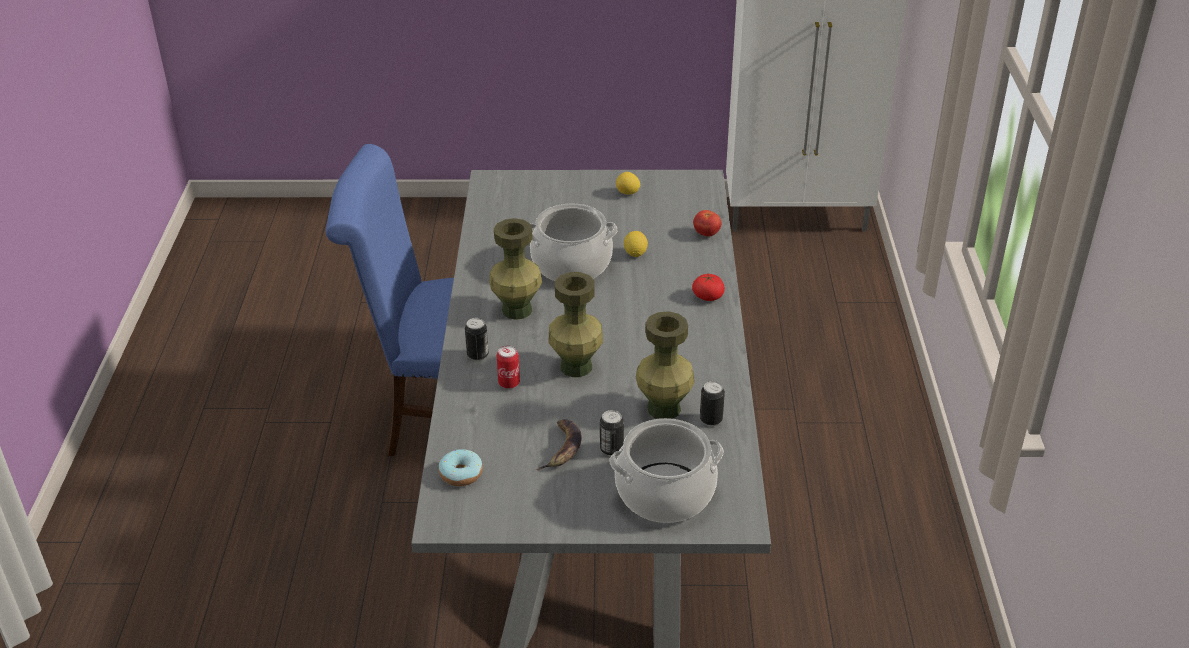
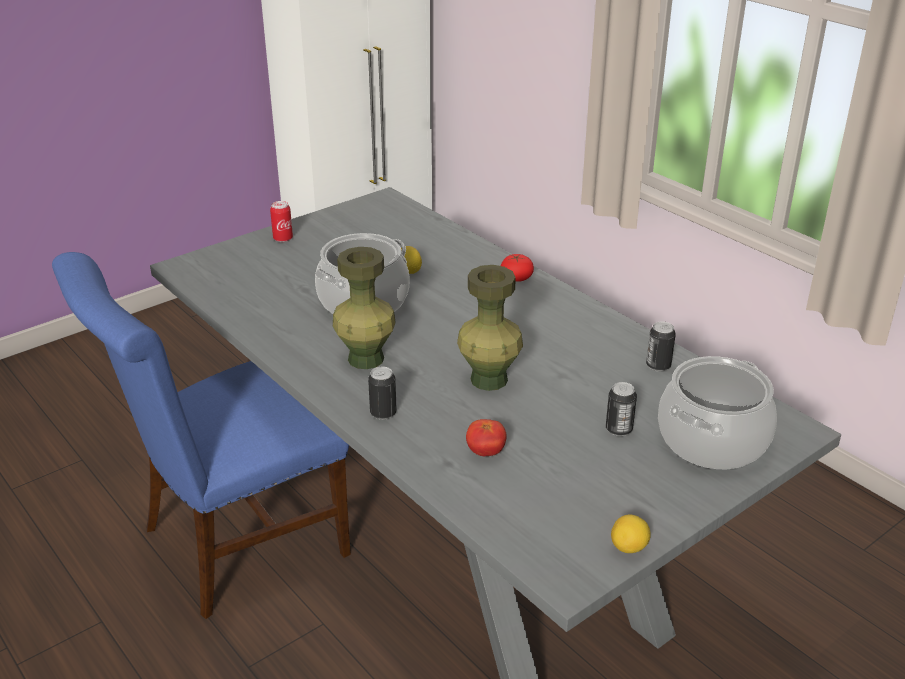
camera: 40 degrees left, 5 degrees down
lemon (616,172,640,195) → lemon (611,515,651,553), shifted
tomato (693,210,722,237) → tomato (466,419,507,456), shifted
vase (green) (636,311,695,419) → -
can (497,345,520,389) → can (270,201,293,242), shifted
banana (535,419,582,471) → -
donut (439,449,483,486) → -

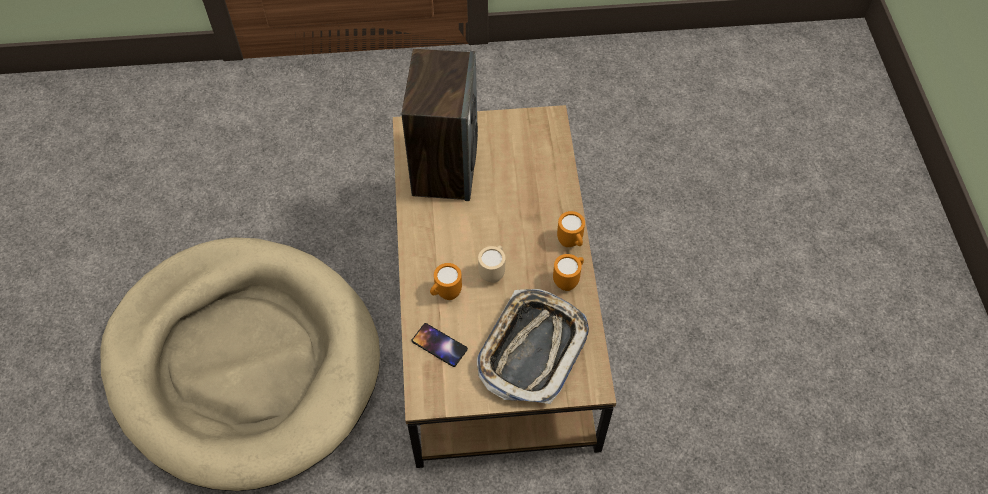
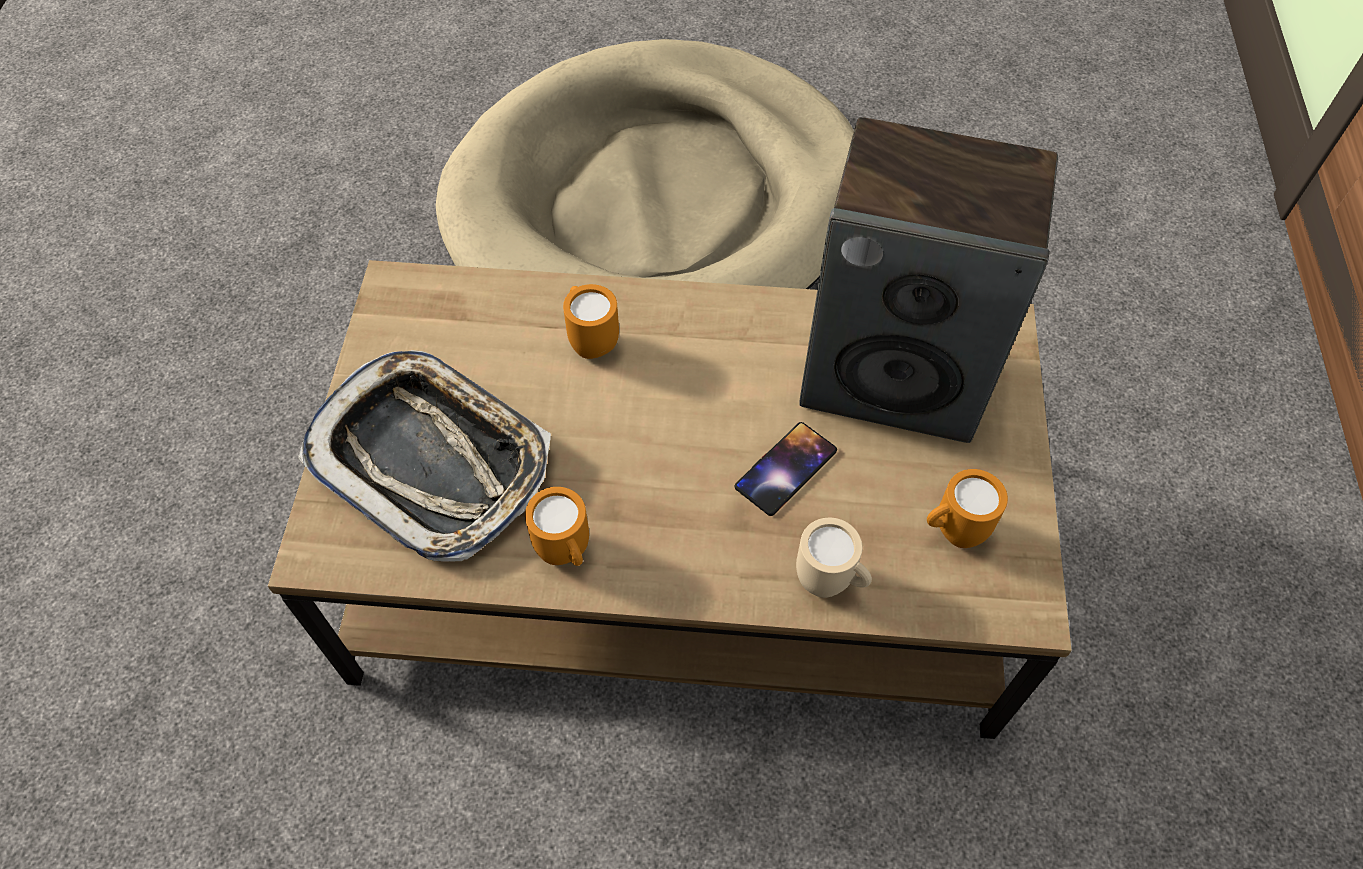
camera: 100 degrees right, 0 degrees up
mug (orange) (557,211,585,247) → mug (orange) (927,469,1008,548), shifted
mug (beige) (478,245,505,283) → mug (beige) (796,518,872,598), shifted
phone (411,323,468,367) → phone (735,422,837,516), shifted

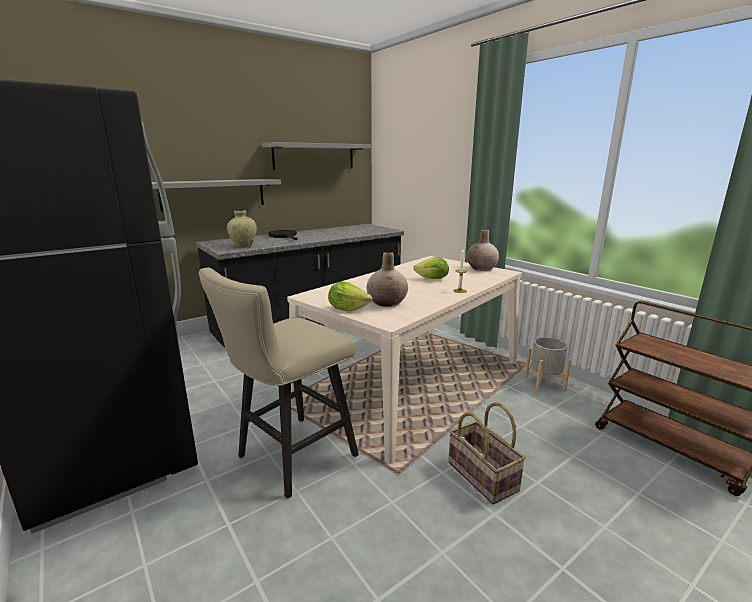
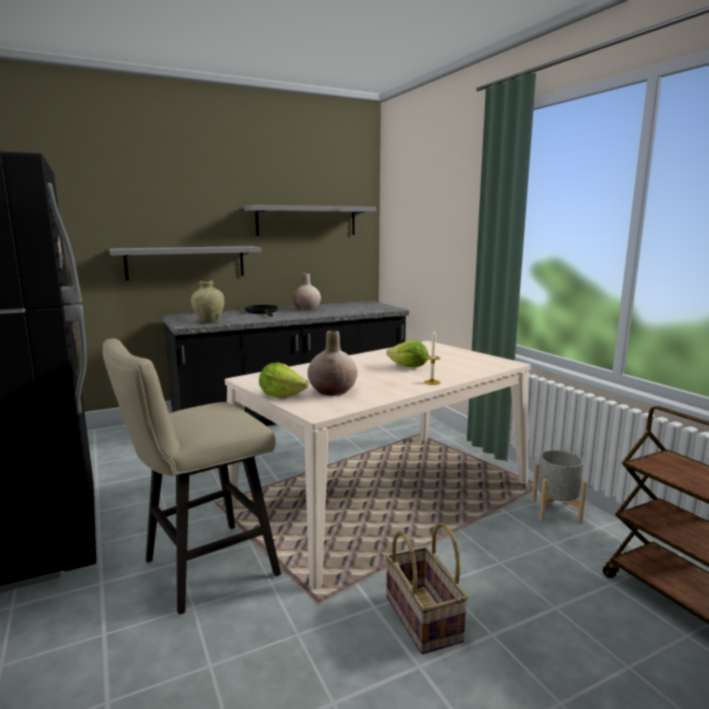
camera: 10 degrees right, 5 degrees down
vase (beige) (467,229,499,271) → vase (beige) (292,273,321,311), shifted

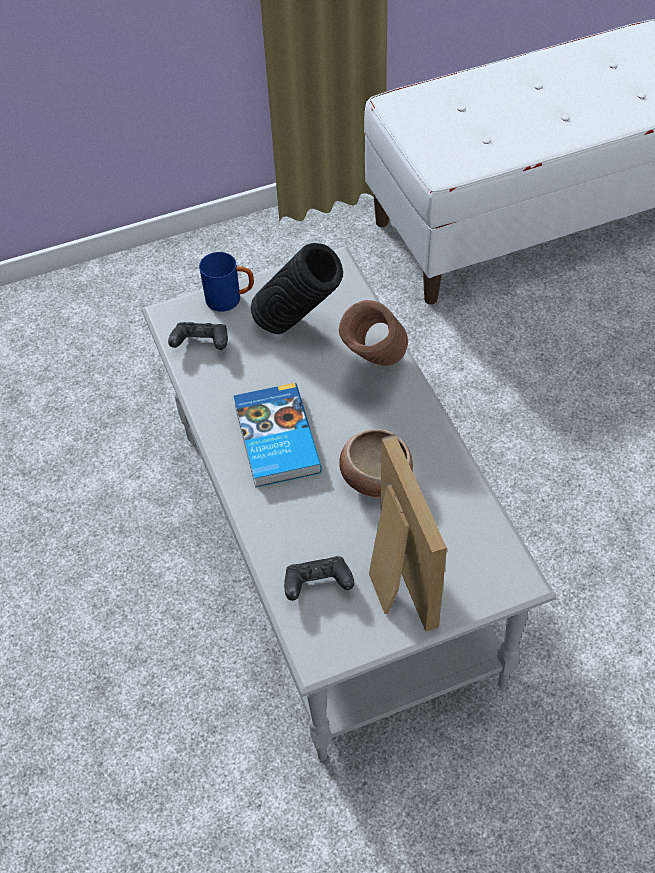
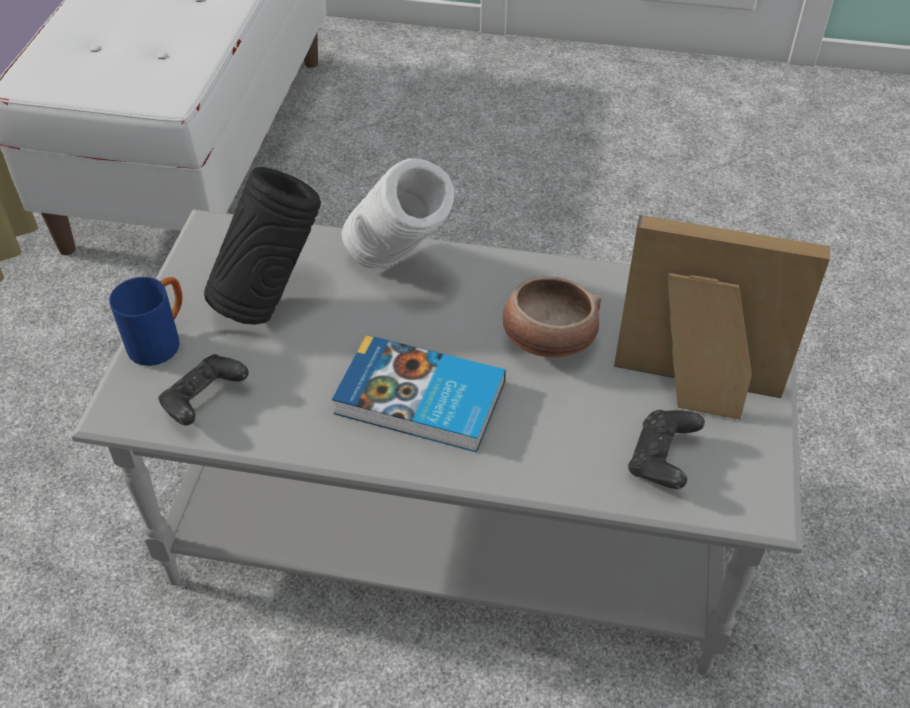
camera: 60 degrees left, 5 degrees down
vase (brown) (339,300,408,366) → vase (white) (342,158,454,268)

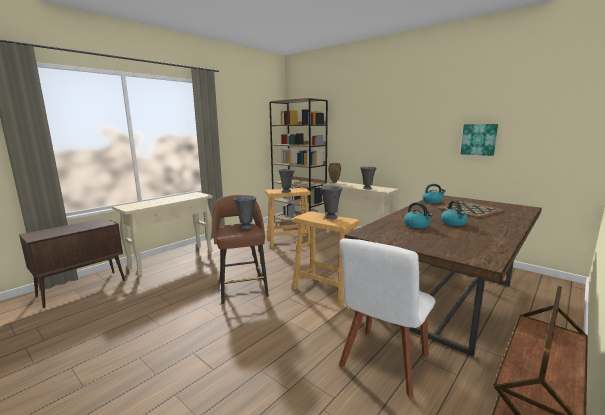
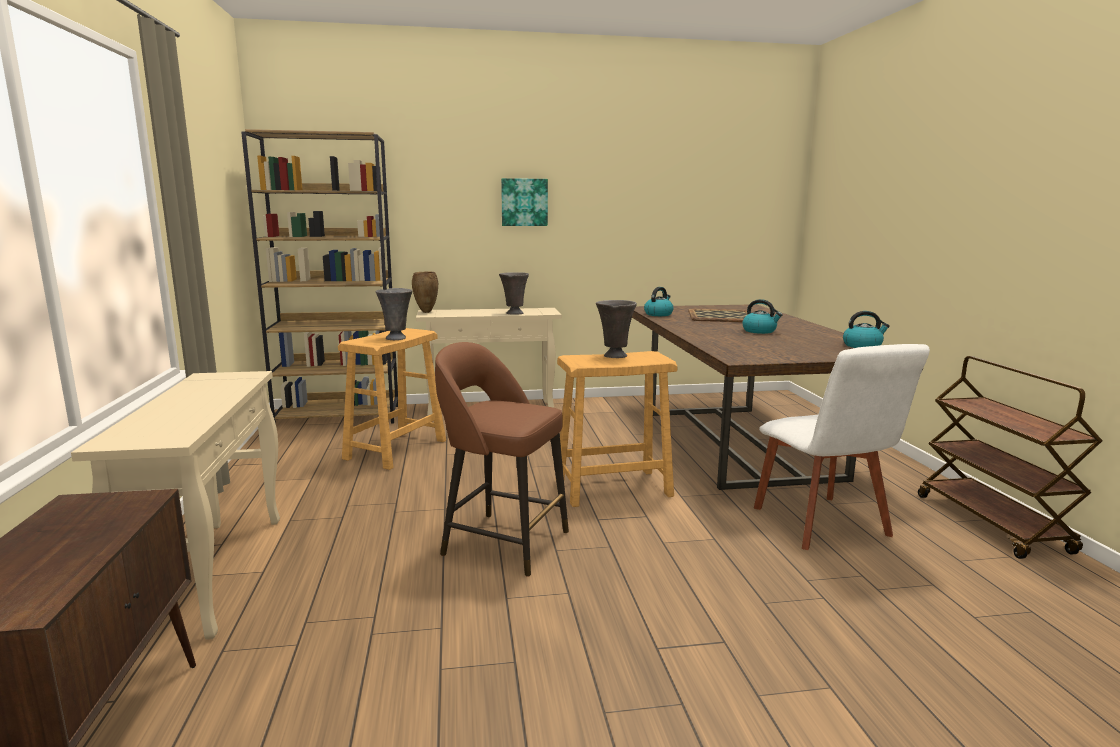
camera: 50 degrees left, 0 degrees up
picture (461,124,498,156) → picture (501,178,548,226), shifted
vase (grey) (234,195,257,229) → -
kettle (404,202,433,228) → kettle (843,311,890,348), shifted

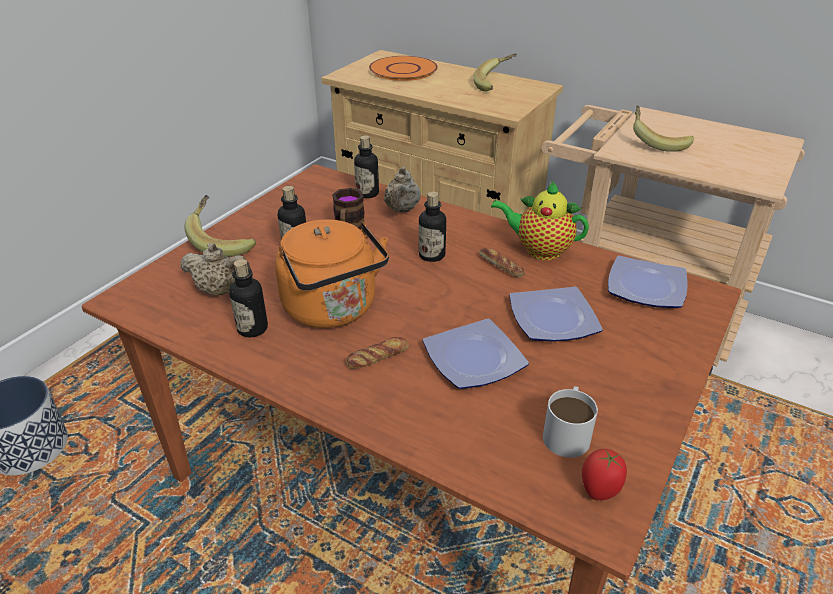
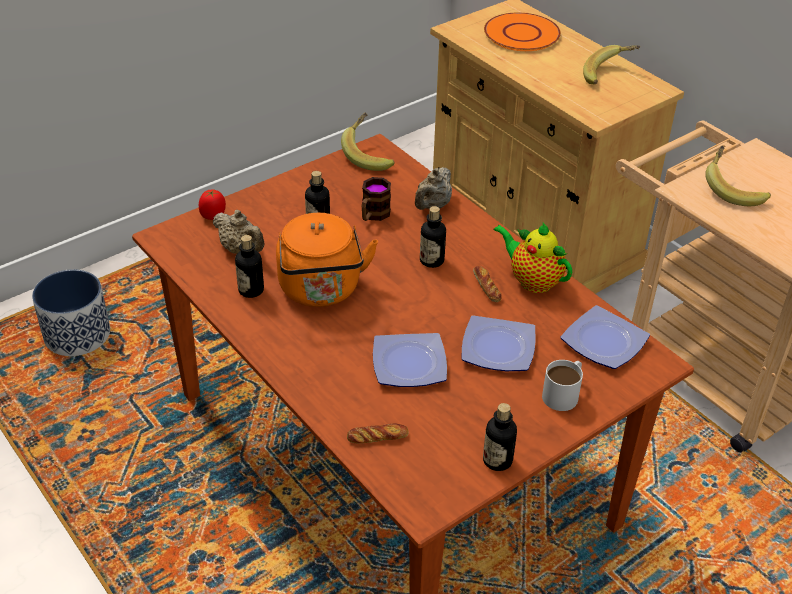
camera: 20 degrees right, 5 degrees up
bottle (354,136,379,198) → bottle (483,403,517,471), shifted
banana (184,195,256,257) → banana (341,113,395,171), shifted
bread (346,337,409,369) → bread (347,423,409,443), shifted
mug (white) (543,386,598,458) → mug (white) (542,360,583,411), shifted
tomato (582,449,627,500) → tomato (199,189,226,220), shifted

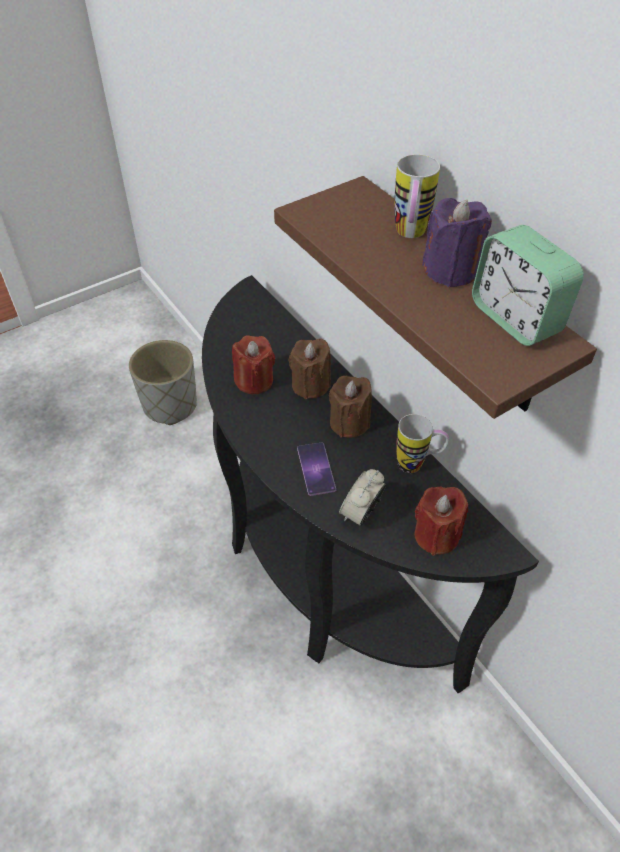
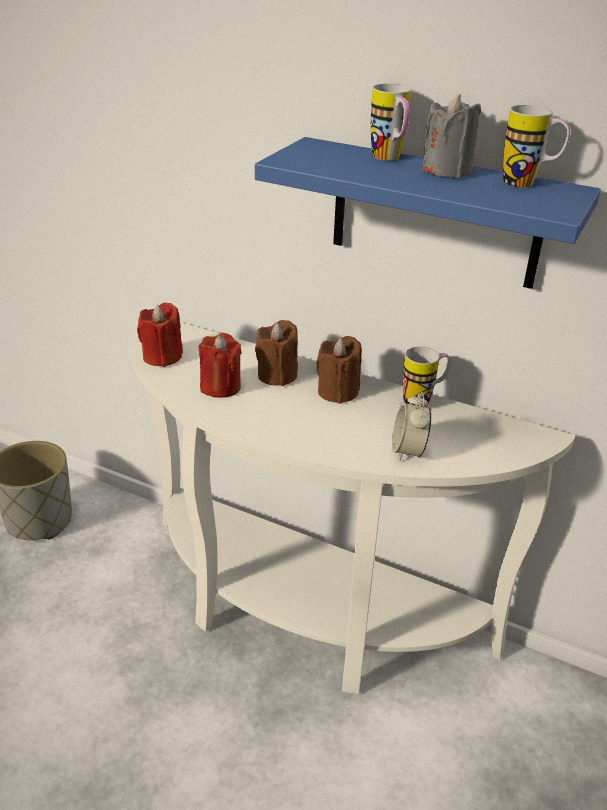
camera: 30 degrees left, 15 degrees down
shelf (brown) (274,176,597,419) → shelf (blue) (255,137,601,289)
candle (purple) (422,198,492,287) → candle (grey) (422,94,481,178)
alarm clock (472,225,584,346) → mug (503,105,570,187)
console table (black) (202,275,539,694) → console table (white) (129,318,575,694)
phone (297,442,336,496) → -
candle (red) (414,487,468,556) → candle (red) (137,303,183,367), shifted

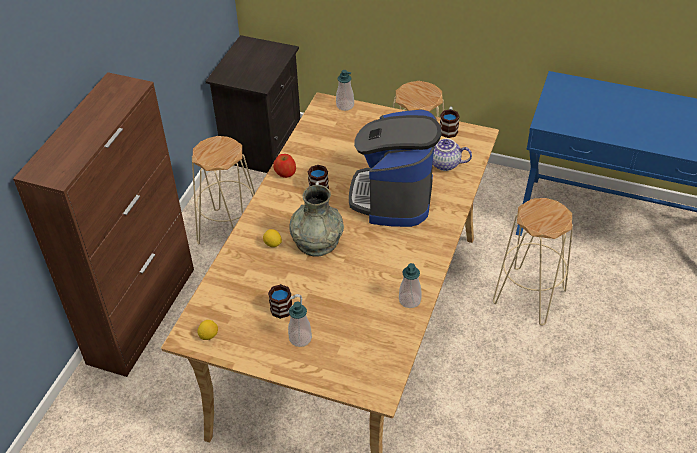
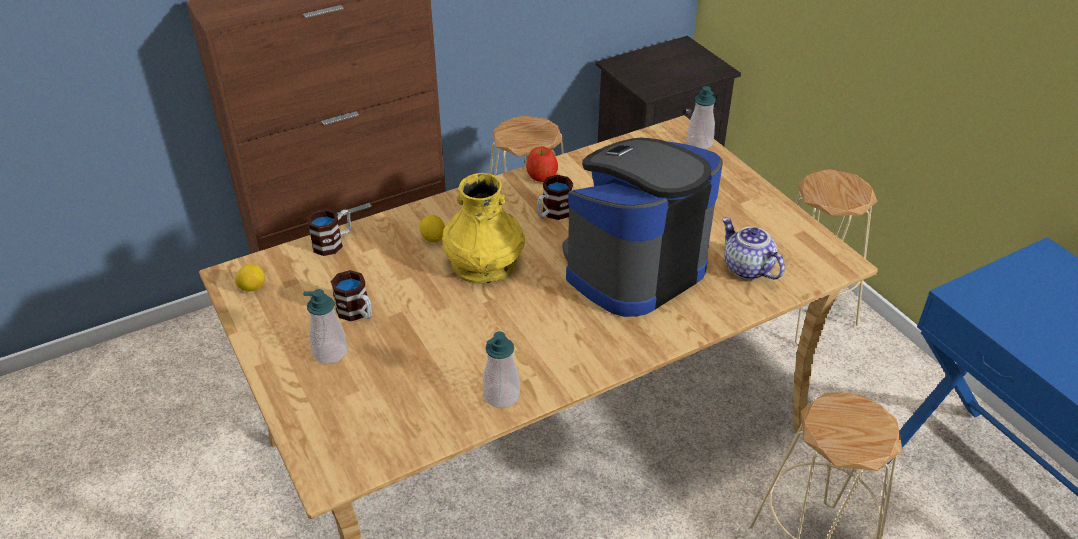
camera: 40 degrees right, 5 degrees down
mug (440,107,460,138) → mug (307,209,351,256), shifted
vase (grey) (289,185,344,257) → vase (yellow) (442,173,525,284)

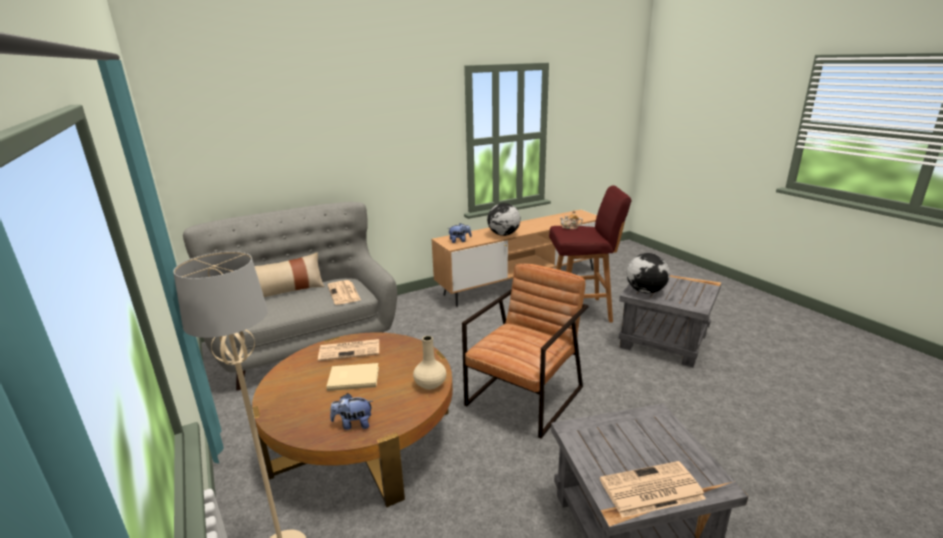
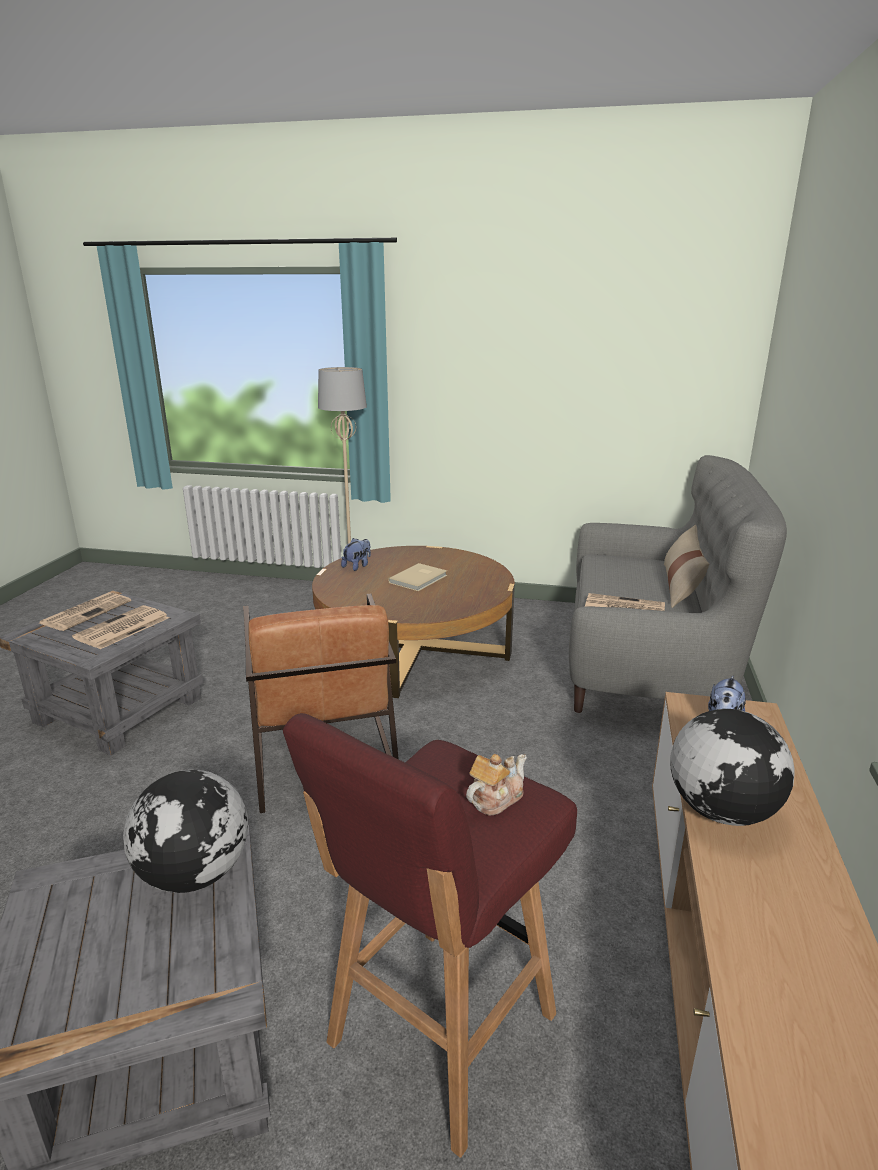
camera: 130 degrees right, 0 degrees up
vase (beige) (413,336,446,390) → -
newspaper (318,339,379,361) → newspaper (72,605,169,649), shifted

